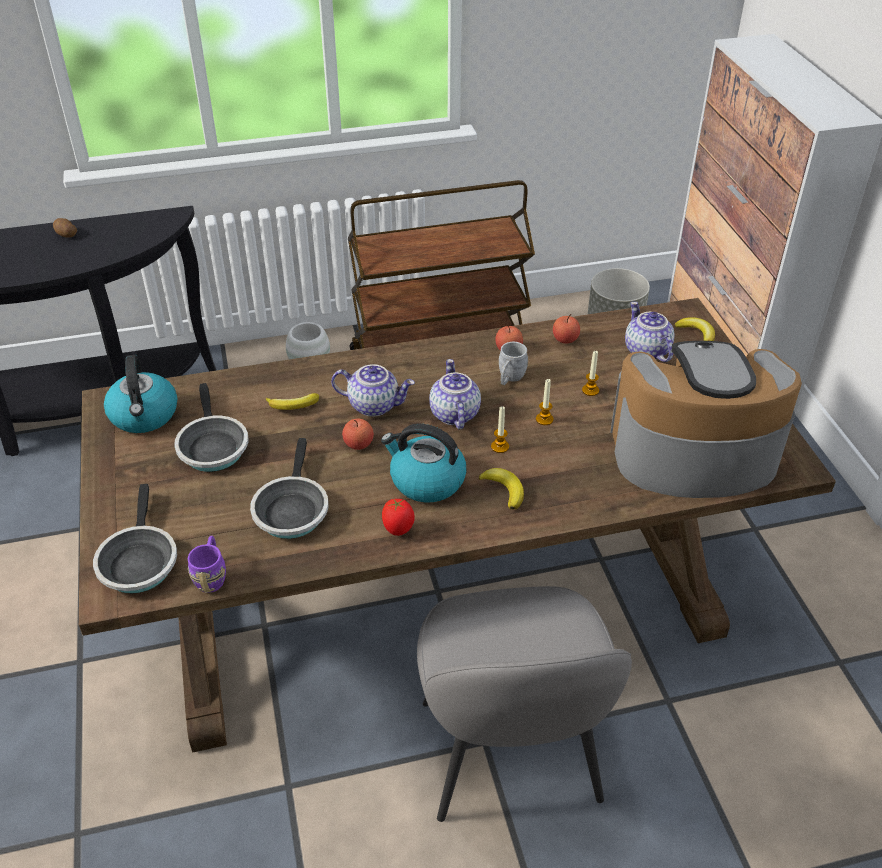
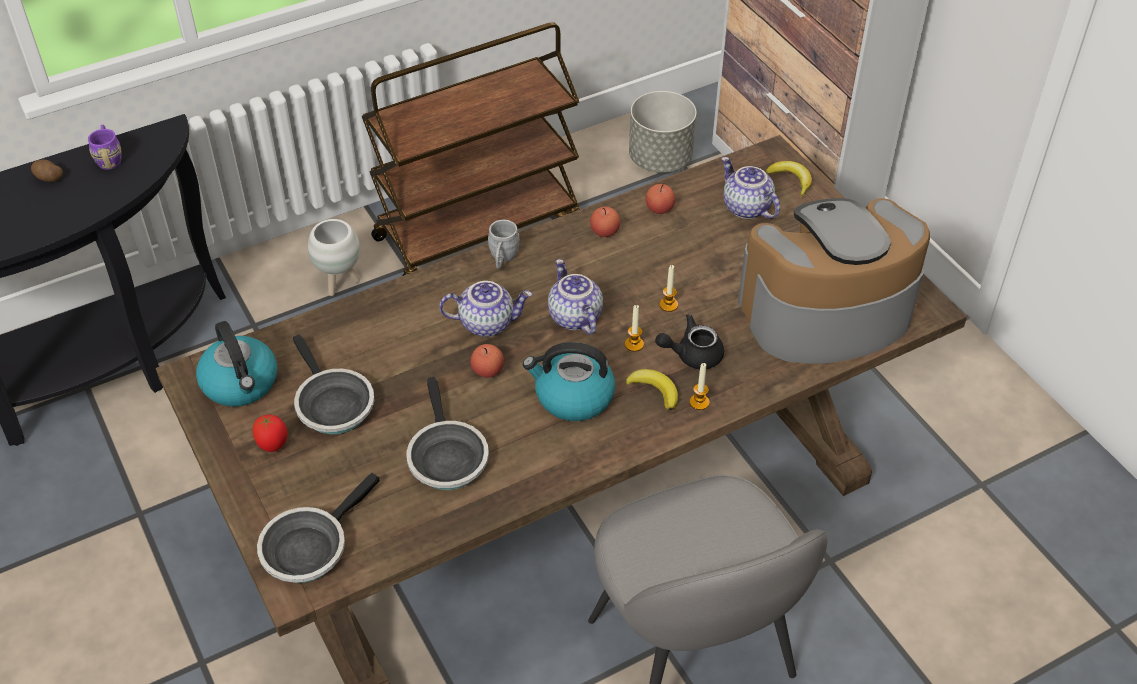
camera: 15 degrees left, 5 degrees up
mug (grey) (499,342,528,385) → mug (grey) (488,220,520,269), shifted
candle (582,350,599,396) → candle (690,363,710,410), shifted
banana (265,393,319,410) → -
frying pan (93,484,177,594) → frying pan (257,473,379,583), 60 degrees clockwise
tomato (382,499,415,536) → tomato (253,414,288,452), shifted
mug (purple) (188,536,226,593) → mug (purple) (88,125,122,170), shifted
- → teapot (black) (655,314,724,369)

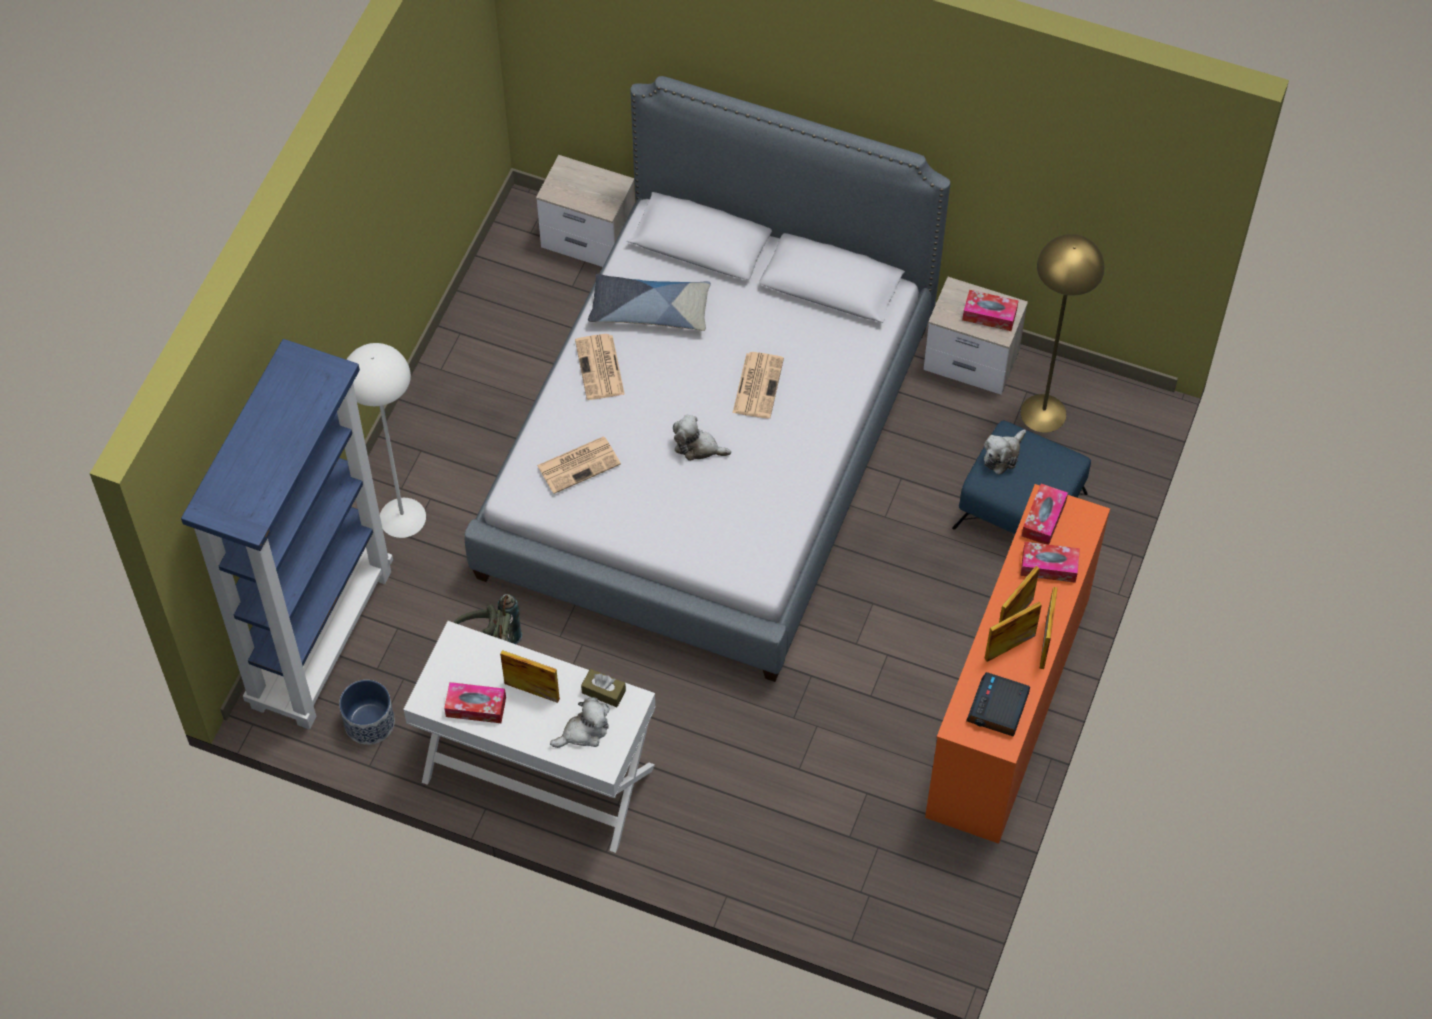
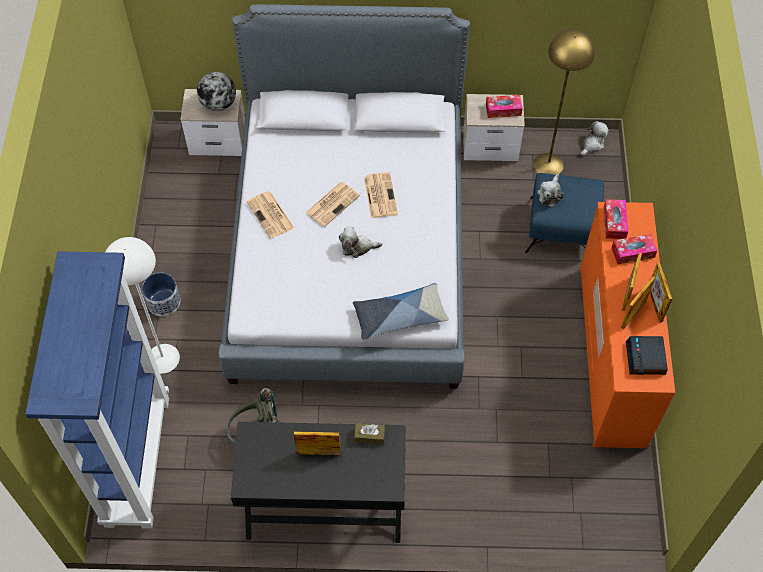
camera: 20 degrees left, 0 degrees up
pillow (588,274,711,331) → pillow (353,283,449,340), shifted
newspaper (537,436,621,494) → newspaper (306,182,360,227), shifted
desk (white) (403,621,656,853) → desk (black) (231,422,406,543)
planter (339,680,395,745) → planter (142,273,181,316), shifted
tissue box (444,682,506,723) → -
plush toy (550,697,610,748) → plush toy (580,121,609,156), shifted
- → globe (197,72,236,111)

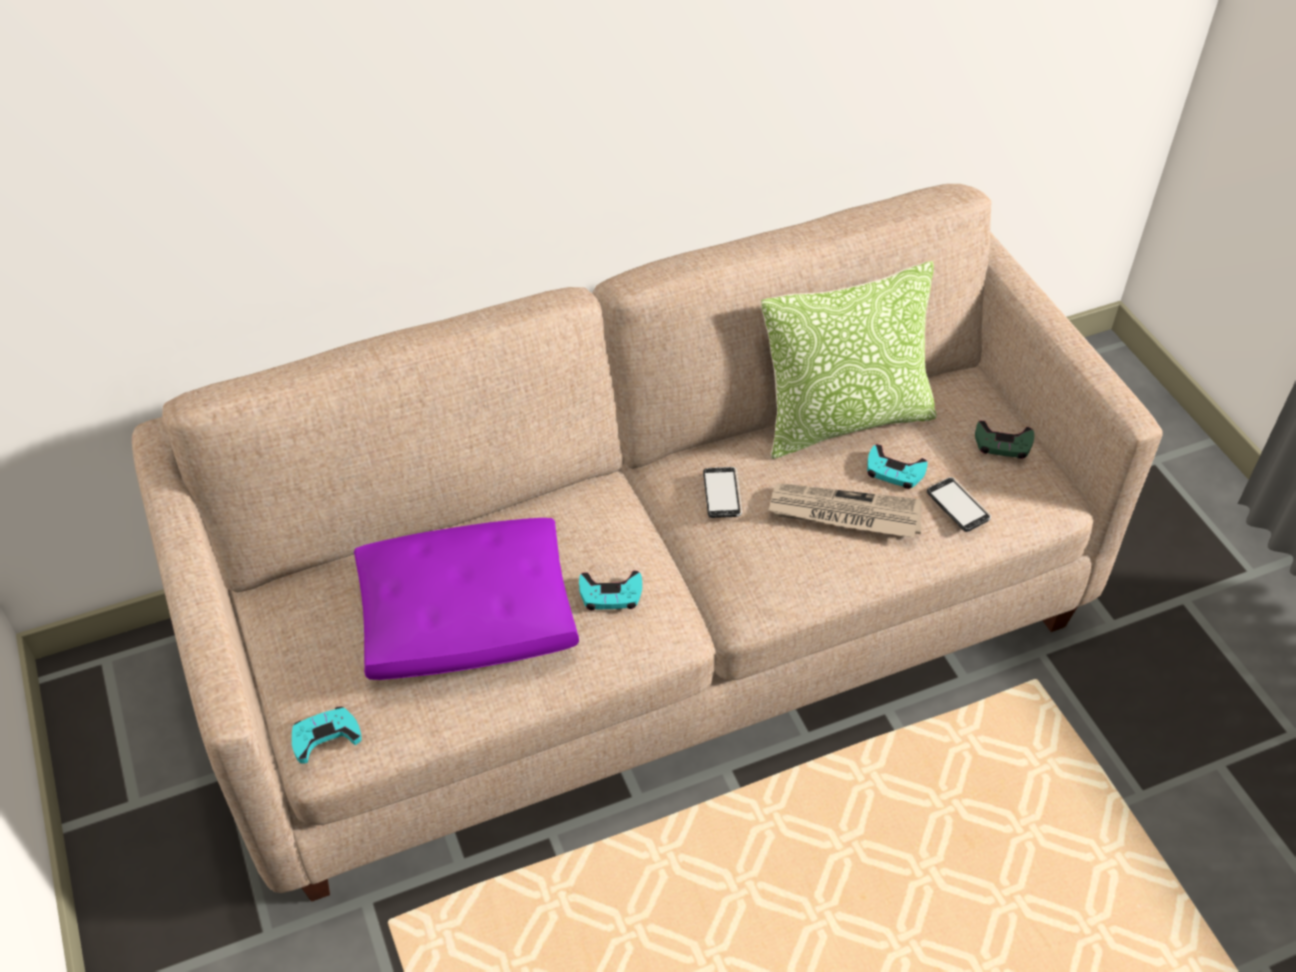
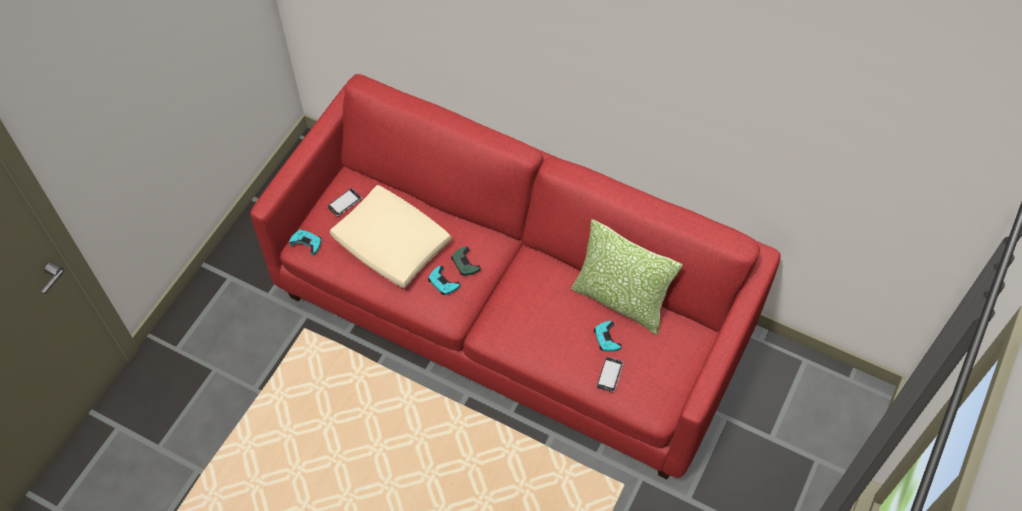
camera: 50 degrees right, 10 degrees up
sofa (beige) (132,184,1163,902) → sofa (red) (250,74,781,479)
game controller (green) (975,421,1034,459) → game controller (green) (451,246,481,276), shifted
phone (703,467,742,518) → phone (328,189,362,216), shifted
newspaper (768,483,922,538) → -
pillow (purple) (354,518,579,680) → pillow (beige) (330,185,452,289)

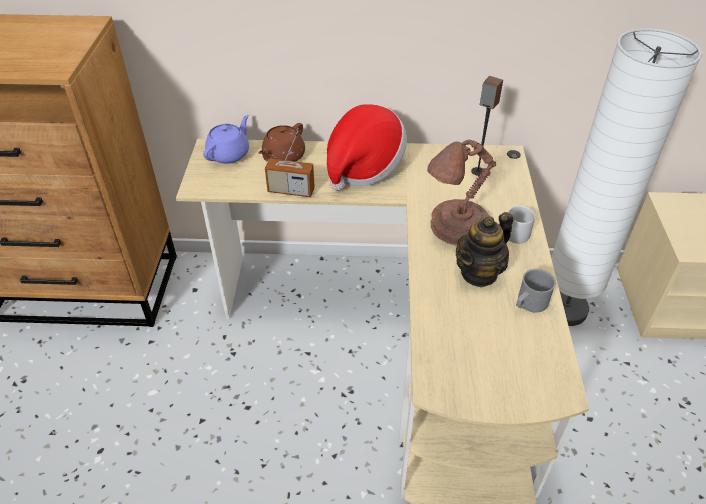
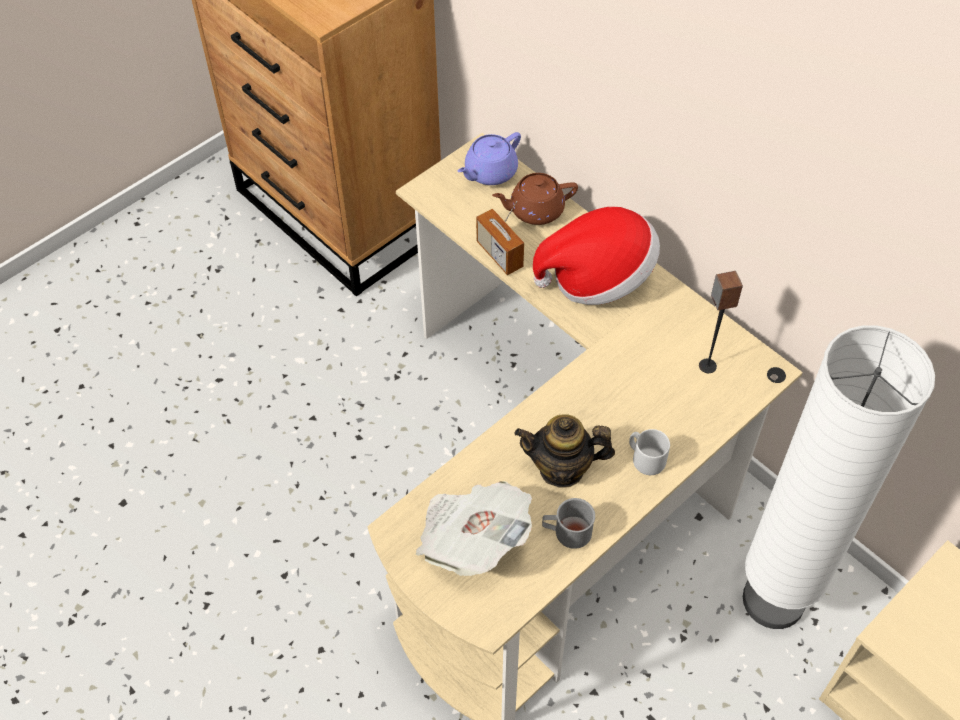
camera: 45 degrees right, 10 degrees up
teapot (purple) (203,115,249,164) → teapot (purple) (458,132,521,185), 150 degrees clockwise
table lamp (brown) (427,139,496,246) → -
- → newspaper (416,481,532,576)

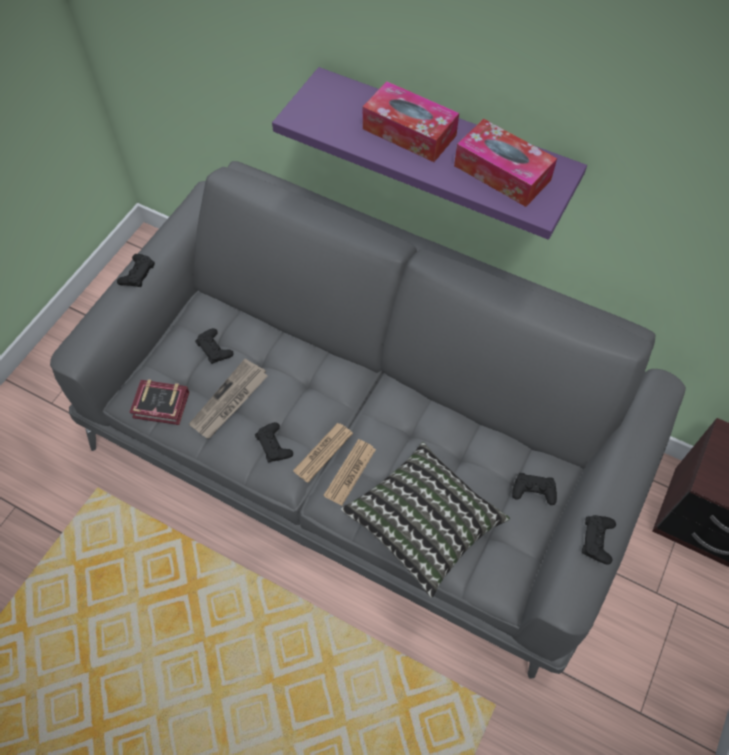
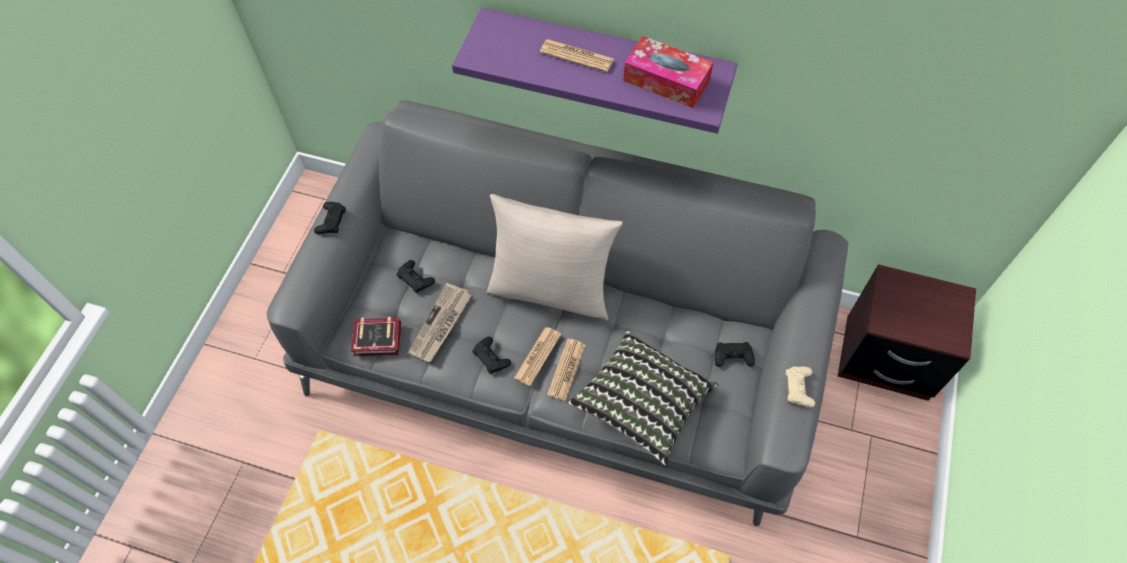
camera: 10 degrees left, 0 degrees up
tissue box (363,81,459,162) → newspaper (540,39,614,72)
game controller (black) (582,515,616,565) → game controller (beige) (786,366,815,407)
- → pillow (beige) (487,194,623,320)

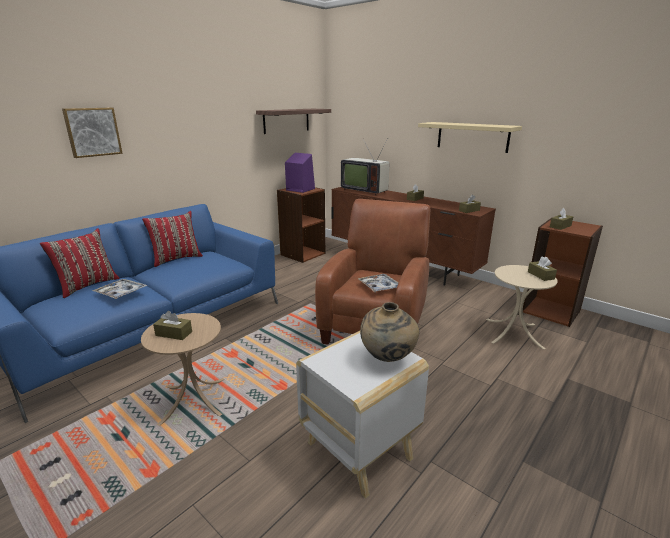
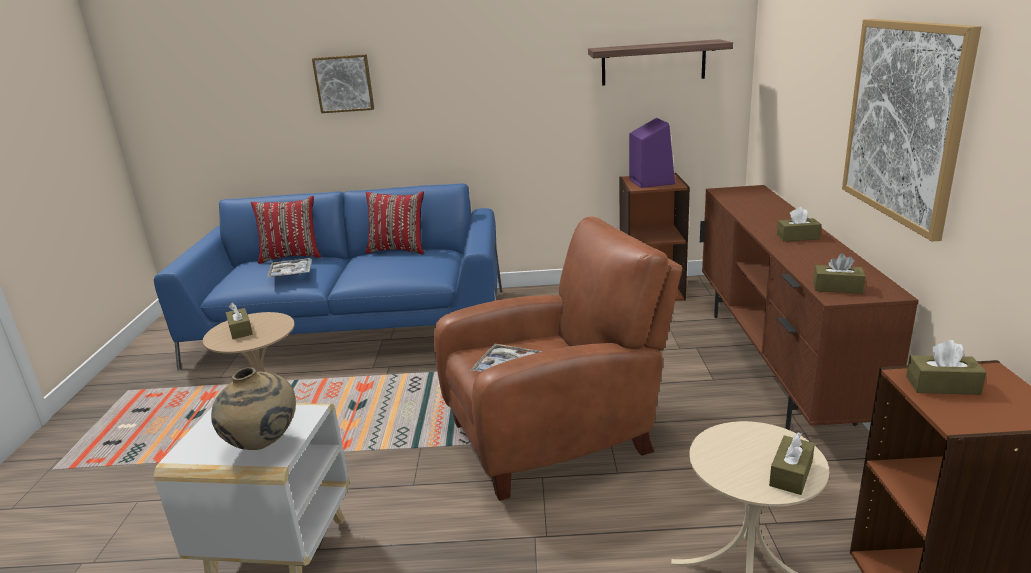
camera: 50 degrees right, 0 degrees up
shelf (beige) (418,122,522,153) → picture (842,19,981,242)
television (341,139,390,195) → -

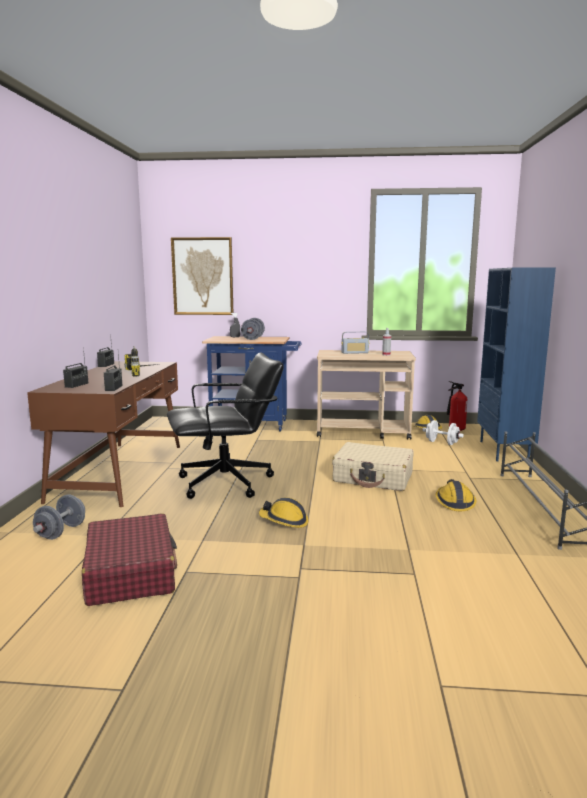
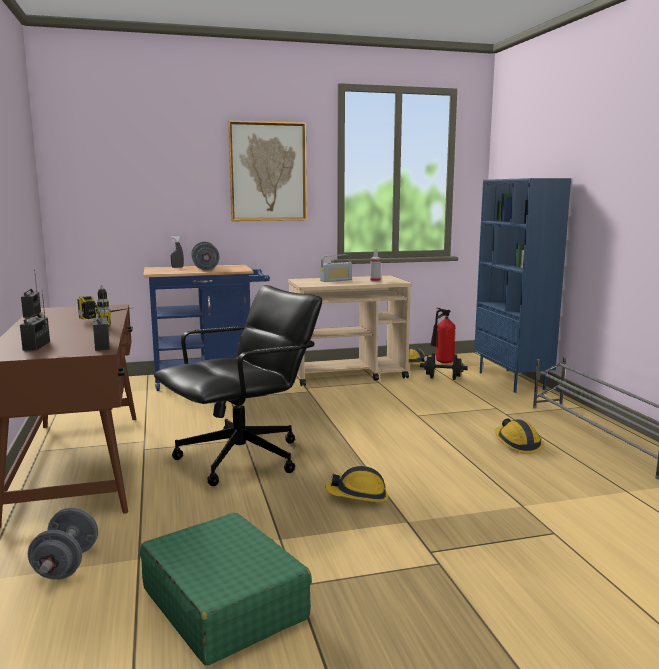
camera: 20 degrees left, 0 degrees up
picture (171,237,233,315) → picture (228,121,307,221), shifted
dumbbell (white) (422,420,464,445) → dumbbell (black) (420,353,468,380)
suitcase (beige) (332,442,414,491) → -
suitcase (red) (82,513,177,606) → suitcase (green) (140,512,312,666)

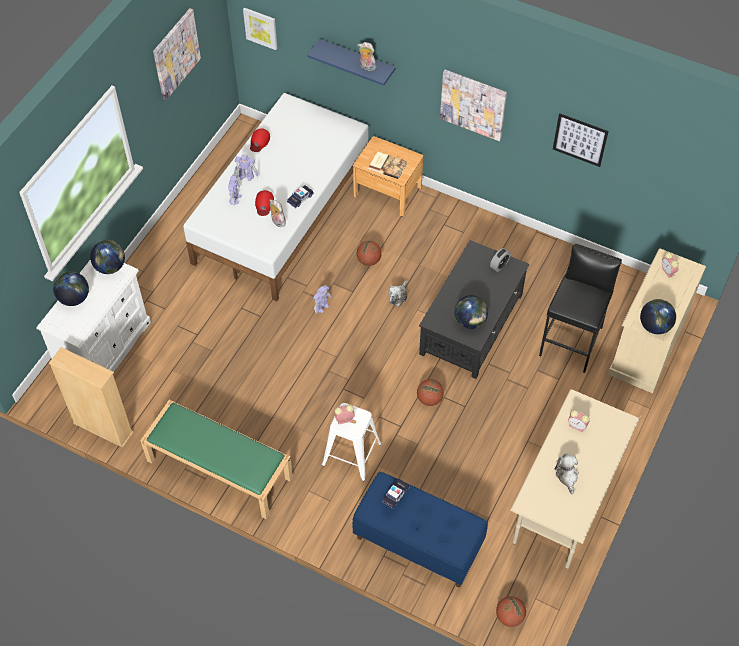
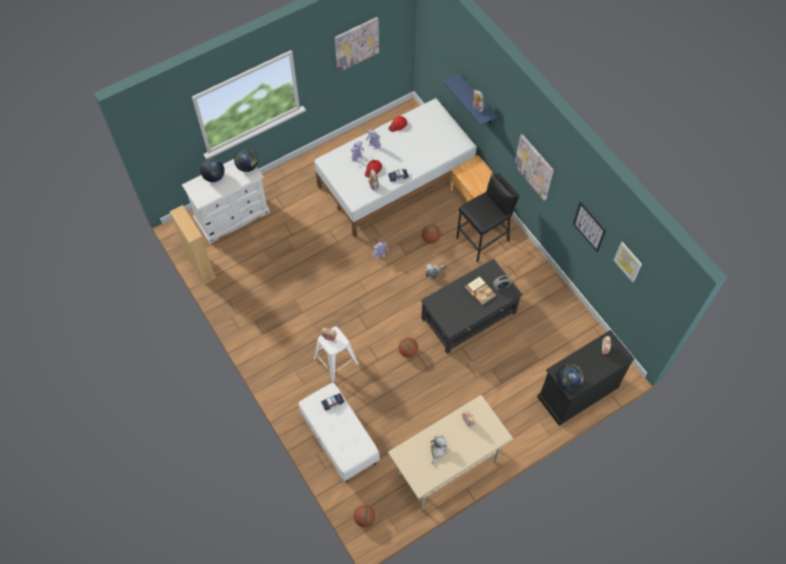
camera: 30 degrees right, 5 degrees up
picture (243,8,277,50) → picture (614,242,642,282), shifted
book (368,151,407,179) → book (465,276,496,306), shifted
stool (black) (539,244,622,373) → stool (black) (456,172,519,263), shifted
dresser (beige) (608,249,706,393) → dresser (black) (537,330,635,426)
globe (454,295,488,329) → -
bench (green) (140,400,293,519) → -
bench (blue) (352,472,488,587) → bench (white) (299,383,380,482)

